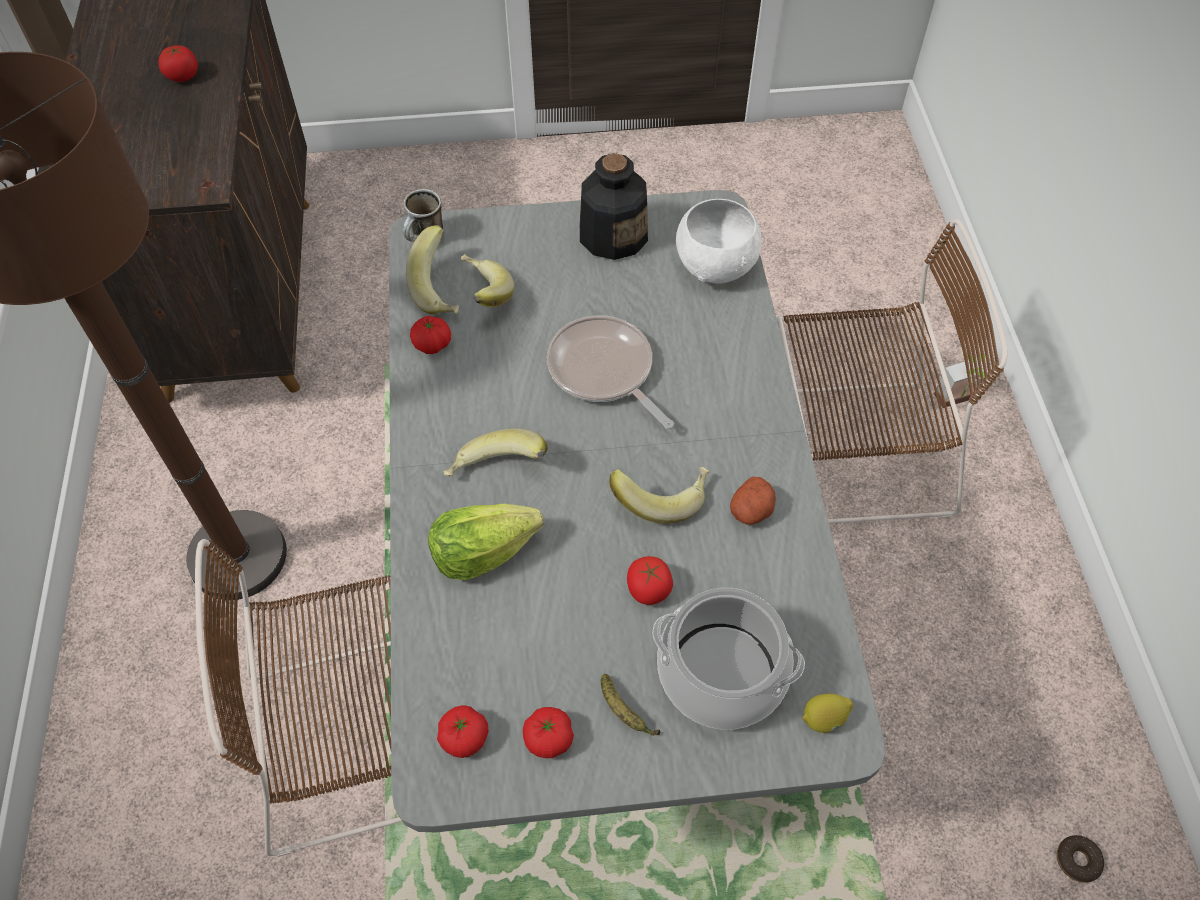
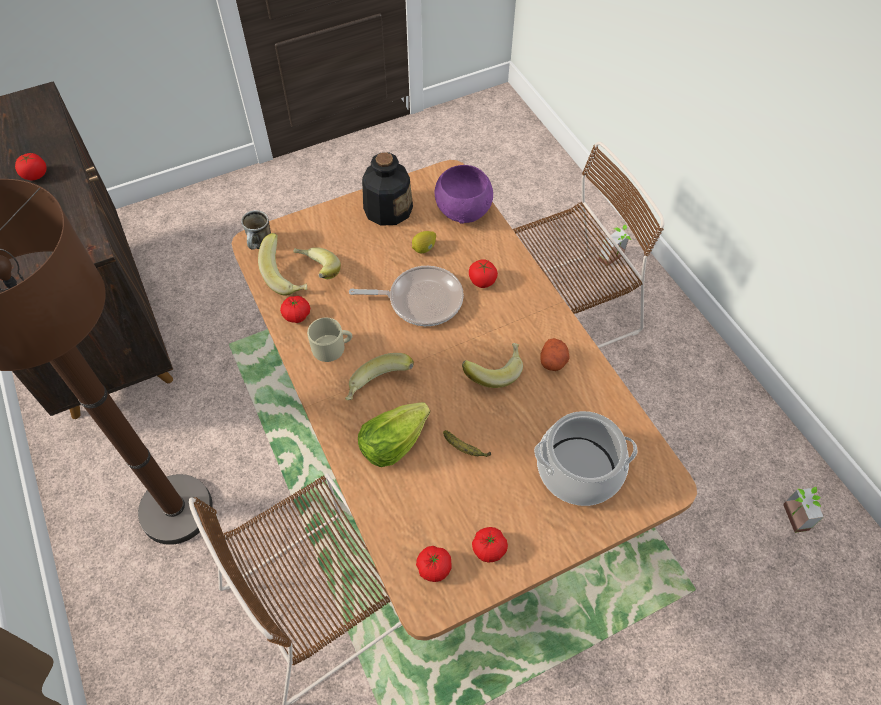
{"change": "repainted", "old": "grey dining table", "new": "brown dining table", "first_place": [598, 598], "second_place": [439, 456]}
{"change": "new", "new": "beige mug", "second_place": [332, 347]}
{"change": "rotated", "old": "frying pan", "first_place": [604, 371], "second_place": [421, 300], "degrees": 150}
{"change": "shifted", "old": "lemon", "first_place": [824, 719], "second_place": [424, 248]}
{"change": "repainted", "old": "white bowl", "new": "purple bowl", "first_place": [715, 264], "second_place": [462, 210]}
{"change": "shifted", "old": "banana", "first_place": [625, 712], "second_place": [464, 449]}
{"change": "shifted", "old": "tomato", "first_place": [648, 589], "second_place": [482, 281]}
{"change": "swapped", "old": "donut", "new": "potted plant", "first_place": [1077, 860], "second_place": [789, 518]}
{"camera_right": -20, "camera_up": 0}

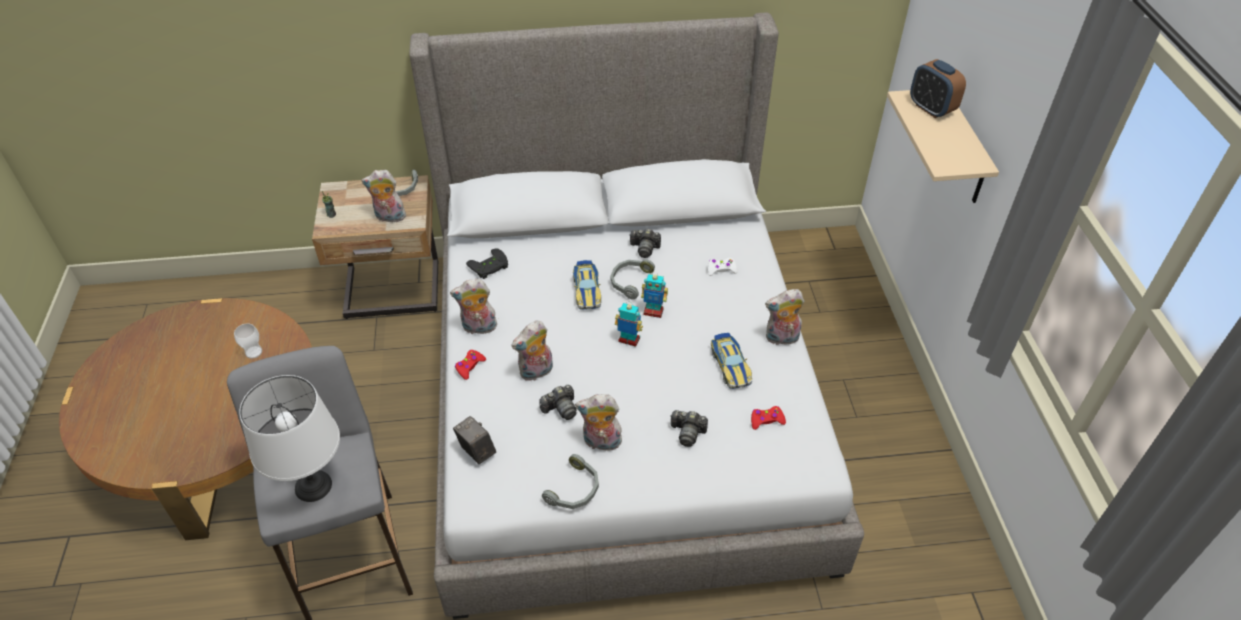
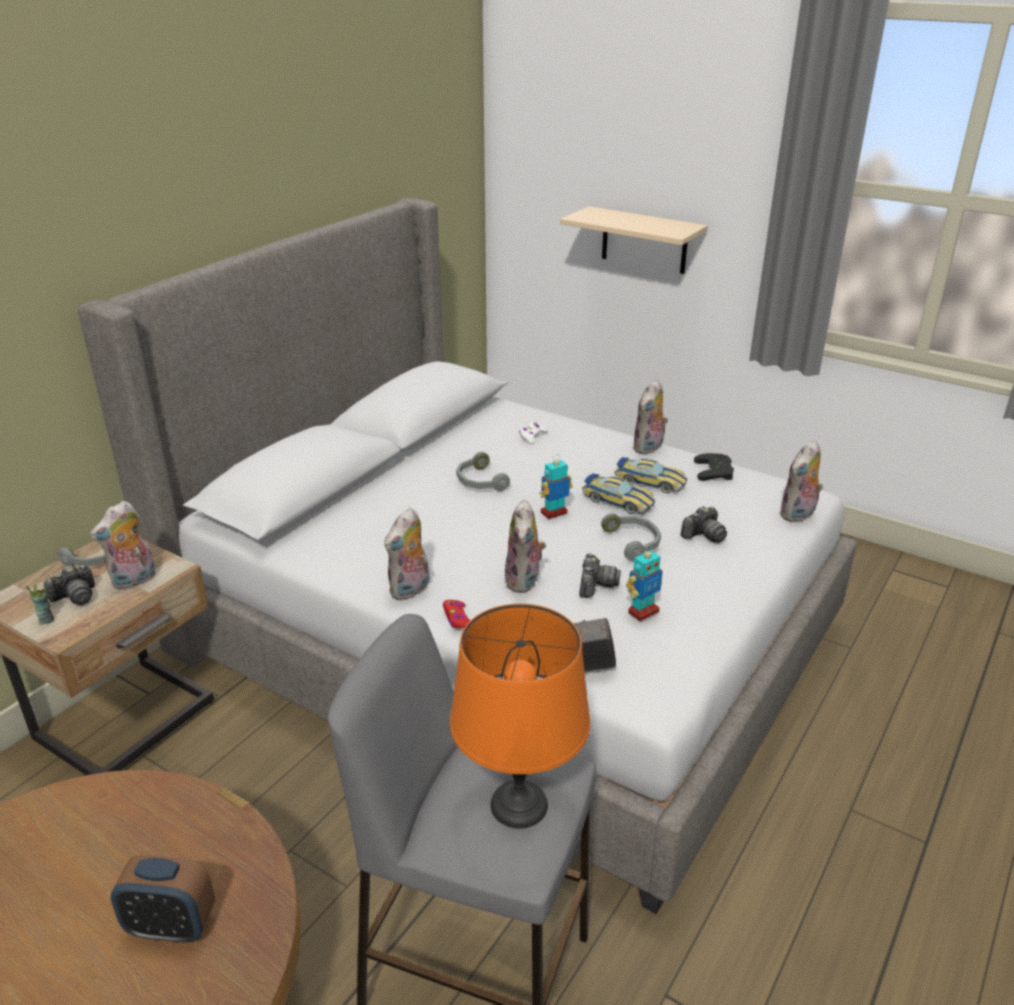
{"change": "shifted", "old": "photo camera", "first_place": [645, 248], "second_place": [75, 596]}
{"change": "shifted", "old": "alarm clock", "first_place": [931, 109], "second_place": [171, 926]}
{"change": "repainted", "old": "white table lamp", "new": "orange table lamp", "first_place": [314, 486], "second_place": [519, 803]}
{"change": "shifted", "old": "toy car", "first_place": [587, 290], "second_place": [618, 500]}
{"change": "shifted", "old": "grey headphones", "first_place": [575, 490], "second_place": [634, 542]}
{"change": "shifted", "old": "toy robot", "first_place": [653, 311], "second_place": [643, 612]}
{"change": "shifted", "old": "black game controller", "first_place": [489, 267], "second_place": [716, 471]}
{"change": "shifted", "old": "plush toy", "first_place": [601, 443], "second_place": [798, 515]}
{"change": "gone", "old": "cup", "first_place": [253, 352]}
{"change": "gone", "old": "red game controller", "first_place": [766, 420]}
{"camera_right": -50, "camera_up": -15}

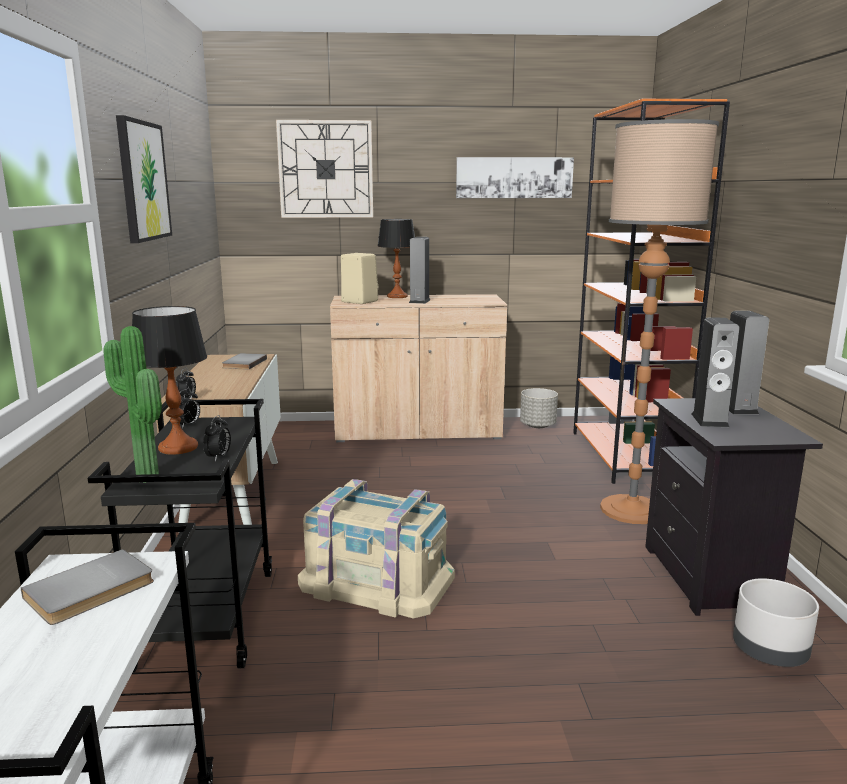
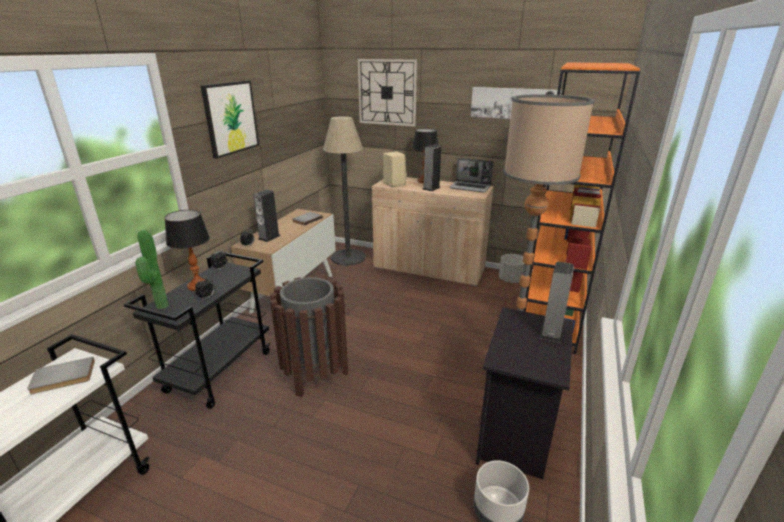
{"change": "shifted", "old": "speaker", "first_place": [709, 420], "second_place": [269, 237]}
{"change": "swapped", "old": "beige storage box", "new": "brown trash can", "first_place": [377, 580], "second_place": [315, 374]}
{"change": "new", "new": "floor lamp", "second_place": [348, 257]}
{"change": "new", "new": "laptop", "second_place": [470, 187]}
{"camera_right": 25, "camera_up": 10}

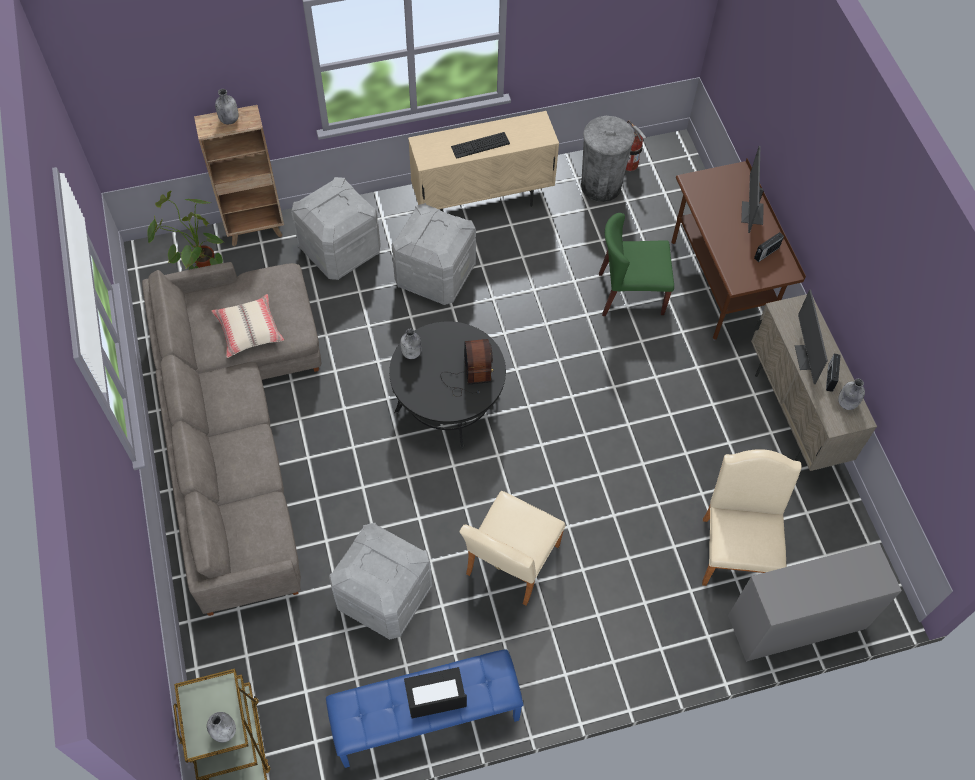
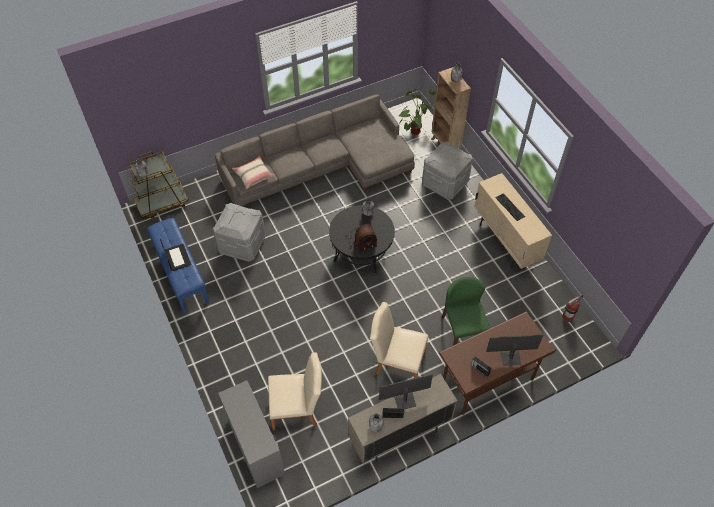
{"change": "shifted", "old": "beige pillow", "first_place": [249, 330], "second_place": [253, 175]}
{"change": "shifted", "old": "beige chair", "first_place": [509, 565], "second_place": [396, 361]}
{"change": "gone", "old": "grey storage box", "first_place": [435, 274]}
{"change": "gone", "old": "grey trash can", "first_place": [601, 186]}
{"camera_right": 80, "camera_up": -5}

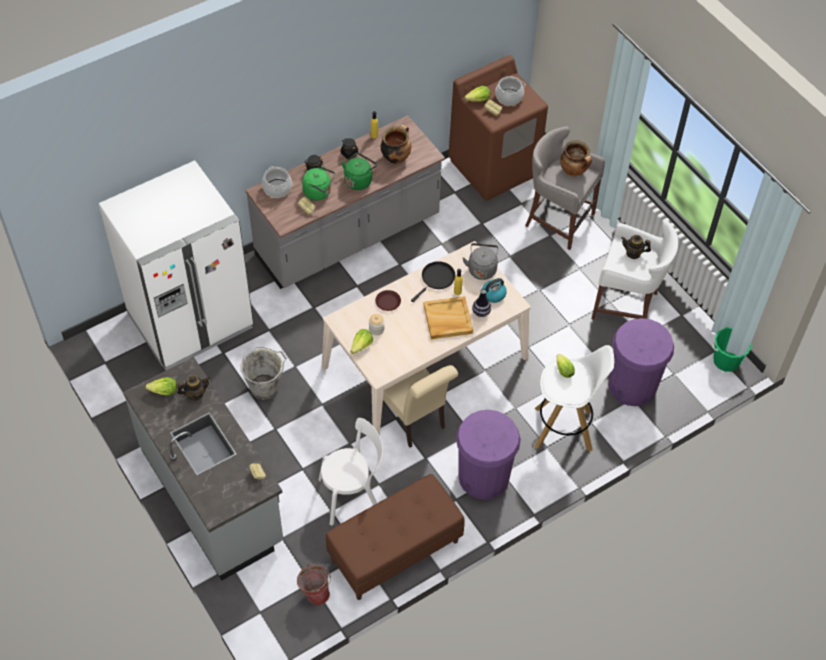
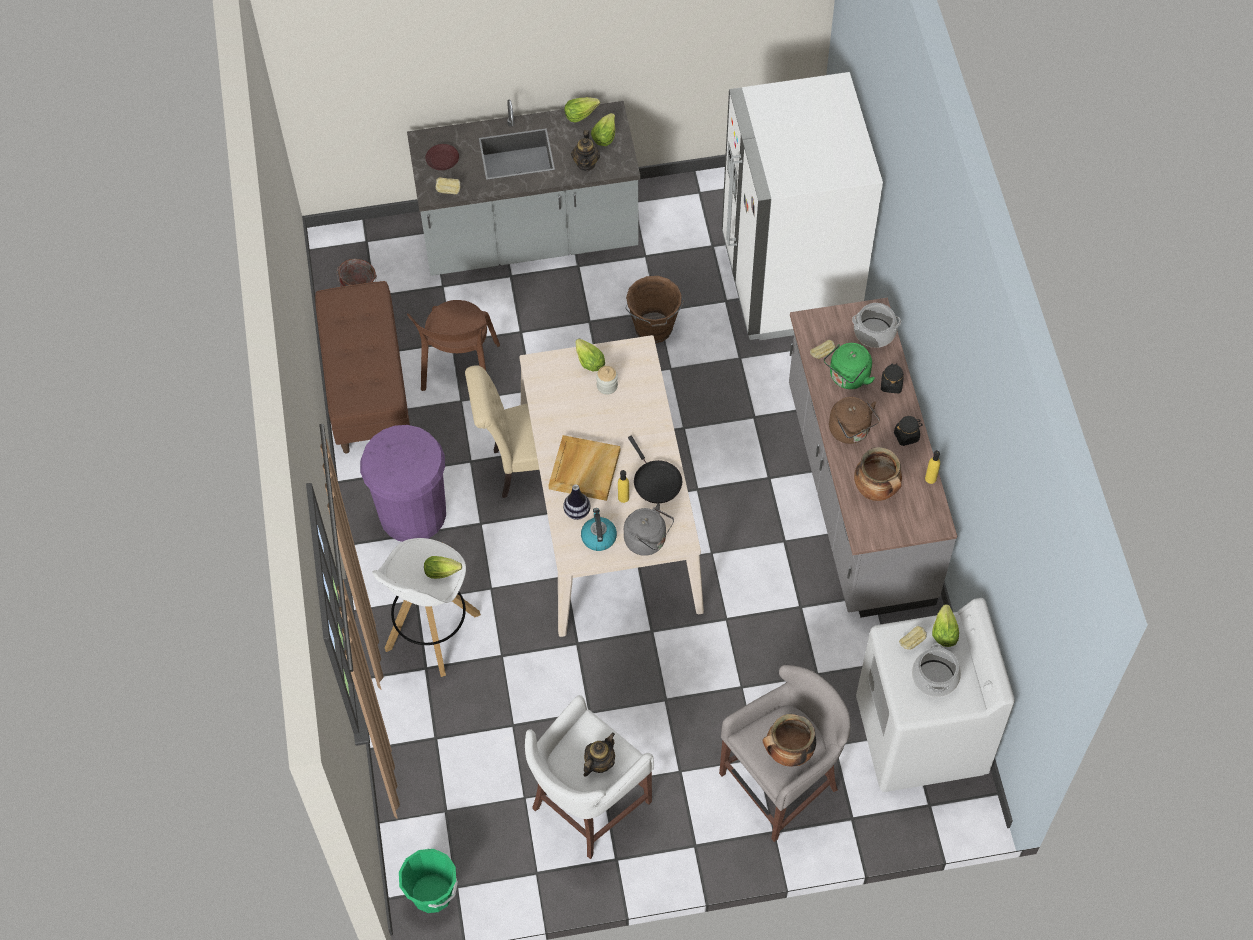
{"change": "repainted", "old": "white chair", "new": "brown chair", "first_place": [353, 495], "second_place": [459, 370]}
{"change": "shifted", "old": "brown plate", "first_place": [388, 302], "second_place": [443, 160]}
{"change": "new", "new": "lettuce", "second_place": [580, 114]}
{"change": "repainted", "old": "grey bucket", "new": "brown bucket", "first_place": [265, 387], "second_place": [654, 329]}
{"change": "repainted", "old": "green kettle", "new": "brown kettle", "first_place": [359, 180], "second_place": [851, 431]}
{"change": "repainted", "old": "brown washing machine", "new": "white washing machine", "first_place": [494, 167], "second_place": [921, 736]}
{"change": "gone", "old": "purple trash can", "first_place": [632, 385]}
{"camera_right": 115, "camera_up": 5}

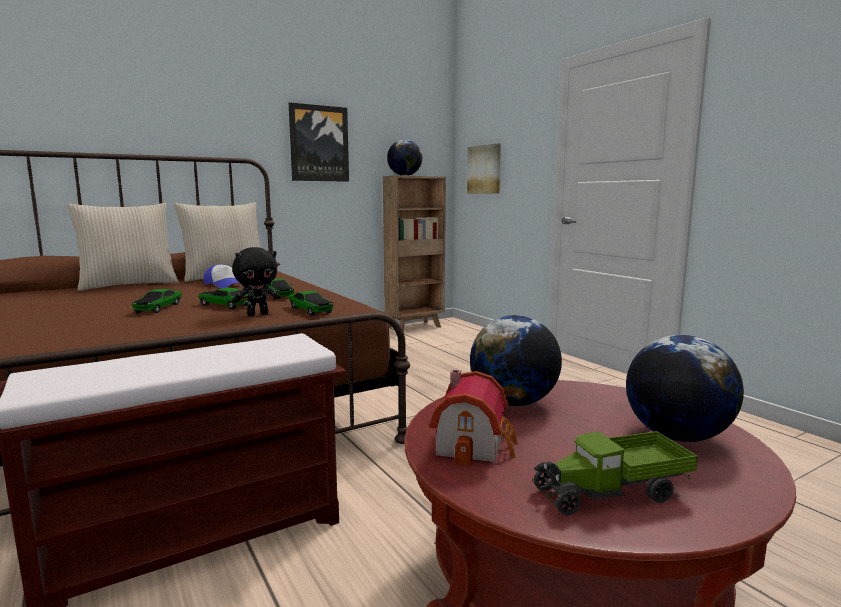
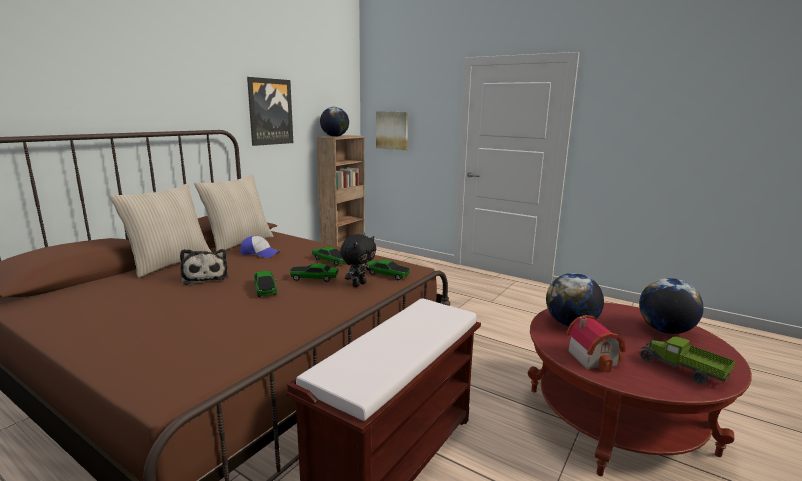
{"change": "new", "new": "plush toy", "second_place": [205, 277]}
{"change": "rotated", "old": "toy truck", "first_place": [612, 492], "second_place": [682, 370], "degrees": 90}
{"camera_right": -25, "camera_up": 5}

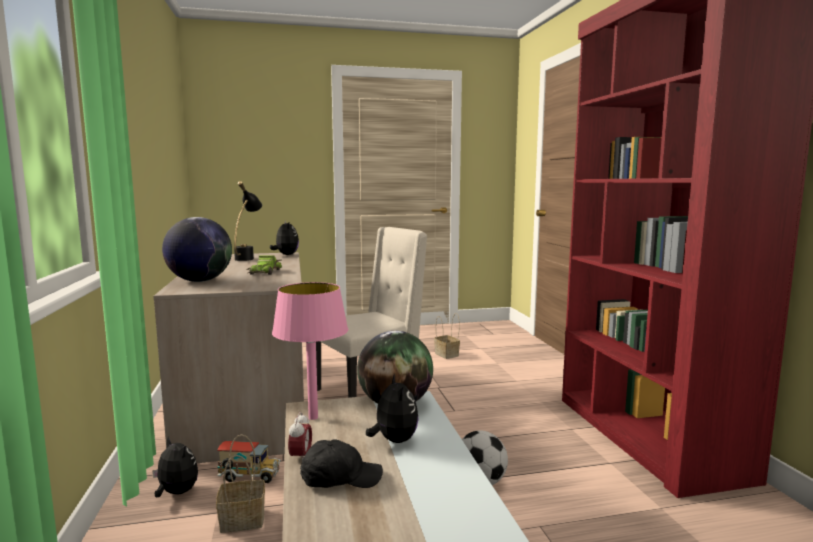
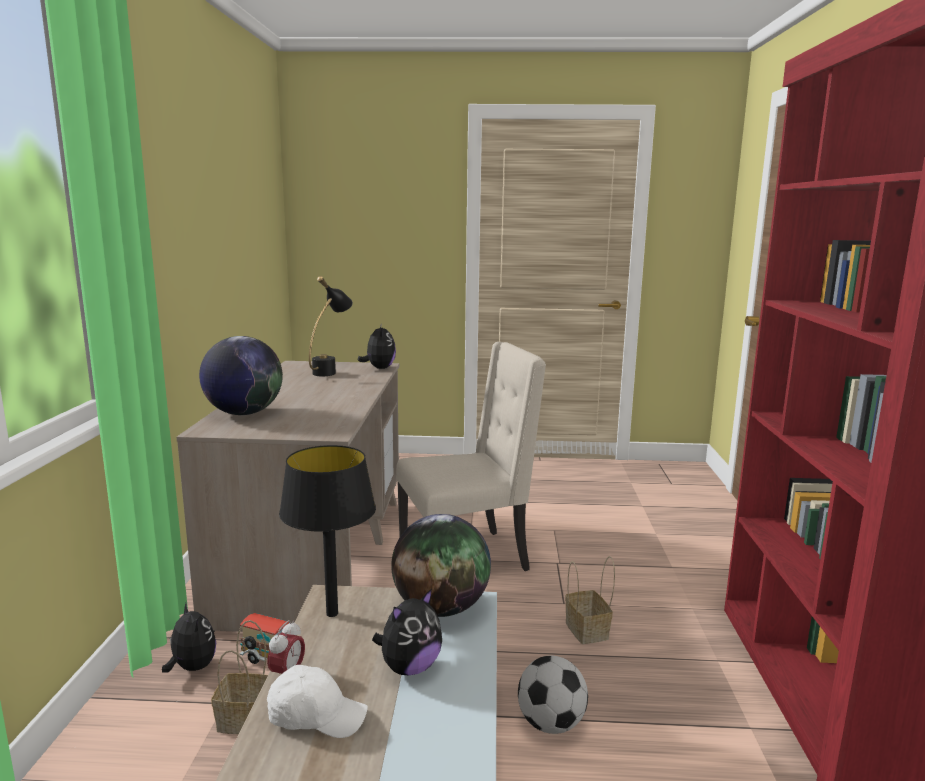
{"change": "repainted", "old": "black cap", "new": "white cap", "first_place": [340, 478], "second_place": [316, 716]}
{"change": "repainted", "old": "pink table lamp", "new": "black table lamp", "first_place": [313, 418], "second_place": [331, 613]}
{"change": "rotated", "old": "plush toy", "first_place": [394, 440], "second_place": [409, 667], "degrees": 45}
{"change": "shifted", "old": "basket", "first_place": [447, 354], "second_place": [588, 631]}
{"change": "gone", "old": "toy car", "first_place": [265, 272]}
{"camera_right": 15, "camera_up": 5}

